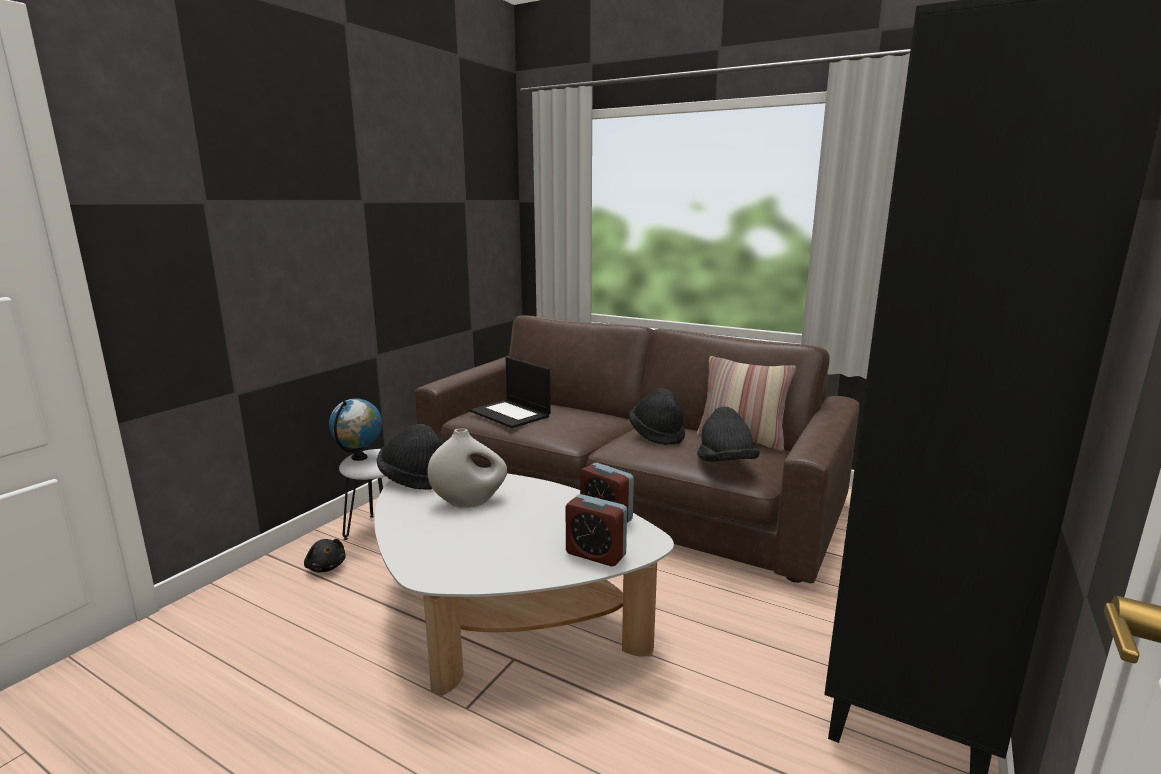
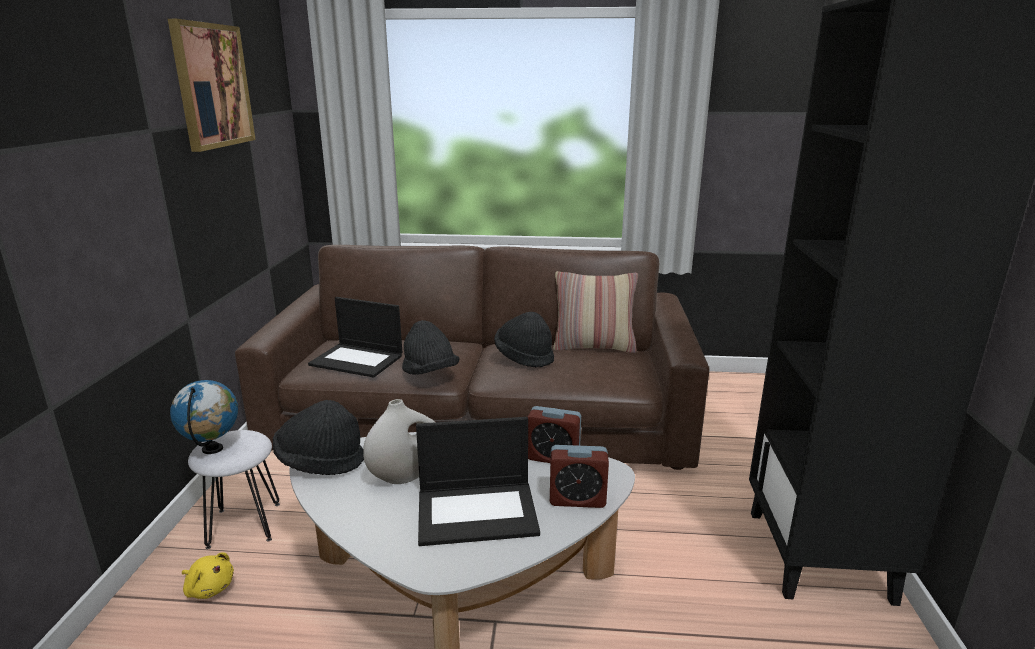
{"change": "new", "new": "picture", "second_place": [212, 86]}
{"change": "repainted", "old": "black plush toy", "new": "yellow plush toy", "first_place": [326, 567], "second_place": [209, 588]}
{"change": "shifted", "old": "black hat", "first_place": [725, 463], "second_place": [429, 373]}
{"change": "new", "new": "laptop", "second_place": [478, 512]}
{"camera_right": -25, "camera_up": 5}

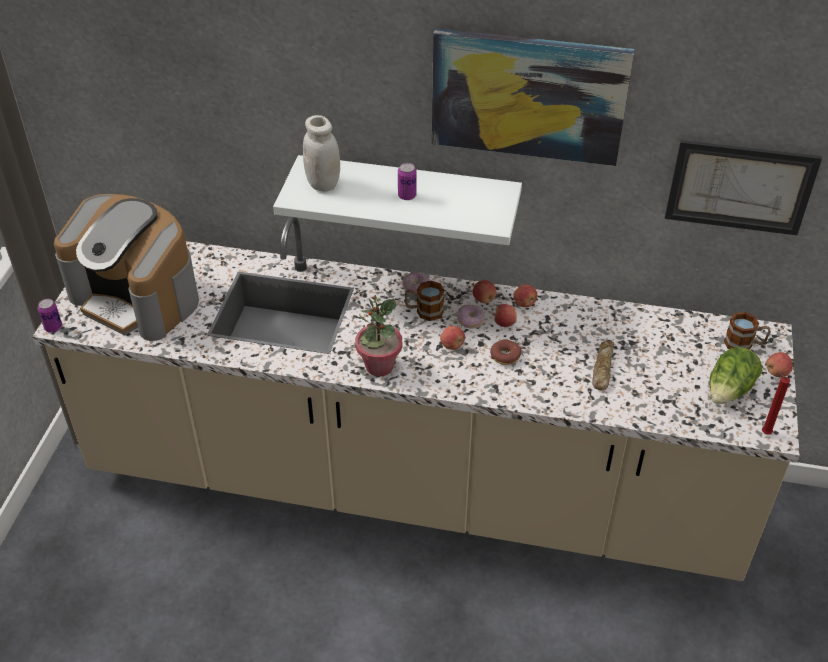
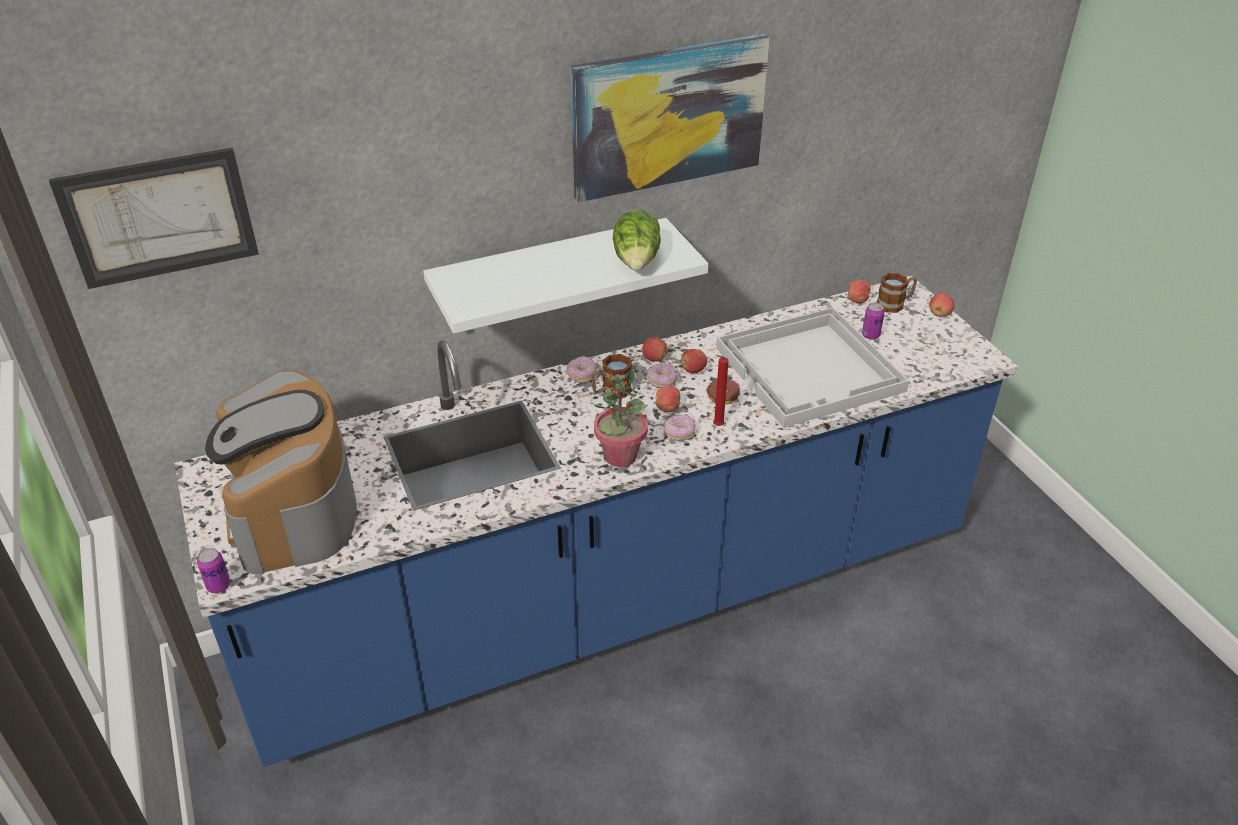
{"change": "shifted", "old": "picture", "first_place": [740, 187], "second_place": [159, 217]}
{"change": "repainted", "old": "beige counter", "new": "blue counter", "first_place": [414, 486], "second_place": [619, 602]}
{"change": "rotated", "old": "coffee machine", "first_place": [137, 297], "second_place": [292, 510], "degrees": 75}
{"change": "shifted", "old": "lettuce", "first_place": [729, 390], "second_place": [637, 261]}
{"change": "new", "new": "donut", "second_place": [679, 434]}
{"change": "shifted", "old": "red candle", "first_place": [764, 433], "second_place": [716, 426]}
{"change": "swapped", "old": "bread", "new": "white tray", "first_place": [602, 368], "second_place": [811, 369]}
{"change": "shifted", "old": "apple", "first_place": [524, 303], "second_place": [857, 300]}
{"change": "shifted", "old": "can", "first_place": [407, 196], "second_place": [870, 335]}
{"change": "gone", "old": "white jar", "first_place": [323, 184]}
{"camera_right": -35, "camera_up": -5}

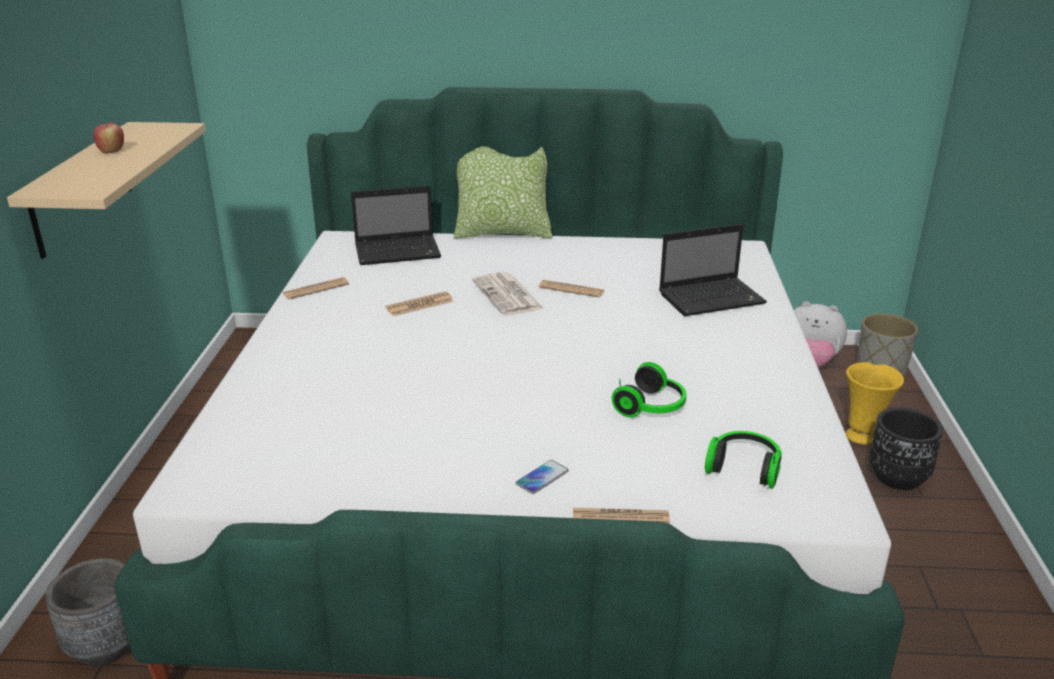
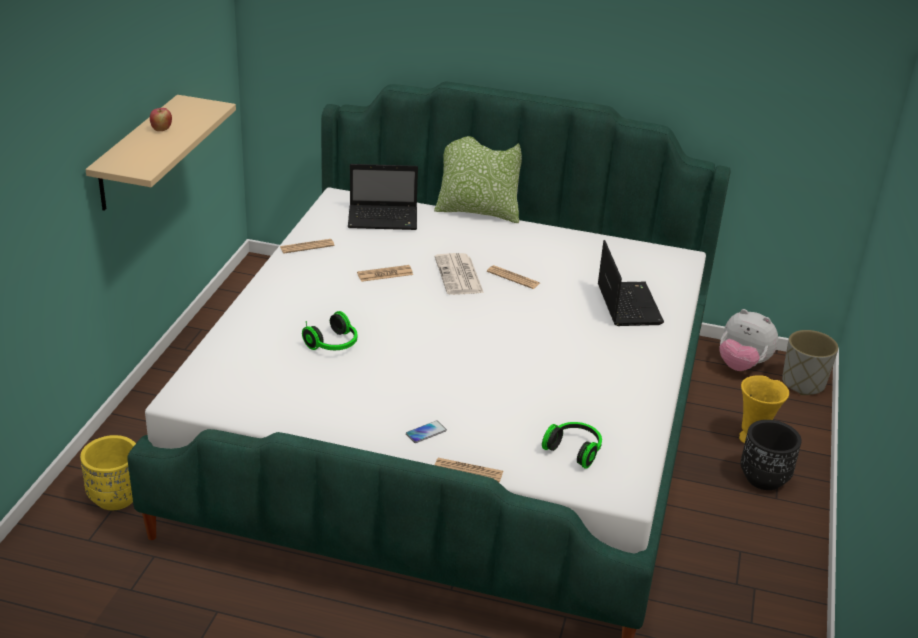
{"change": "repainted", "old": "grey planter", "new": "yellow planter", "first_place": [106, 645], "second_place": [115, 497]}
{"change": "shifted", "old": "headphones", "first_place": [652, 407], "second_place": [334, 345]}
{"change": "rotated", "old": "laptop", "first_place": [713, 298], "second_place": [627, 304], "degrees": -90}
{"camera_right": 10, "camera_up": 5}

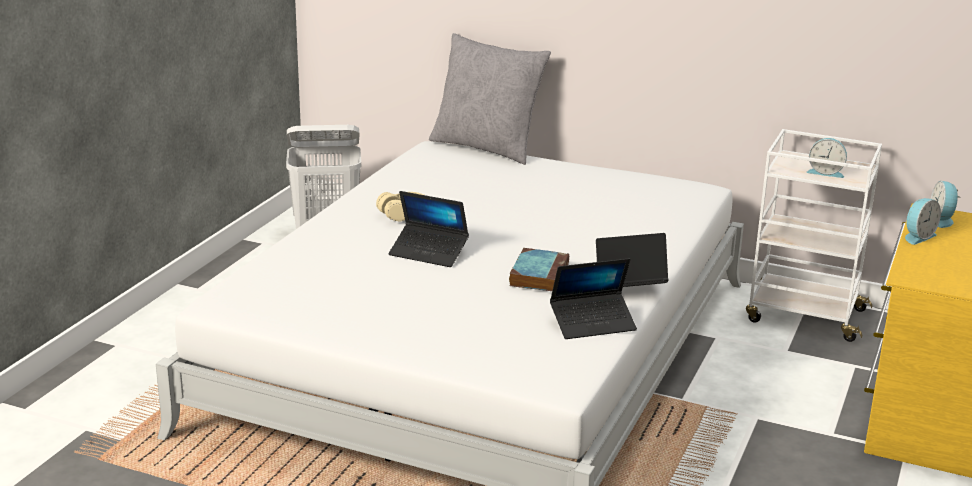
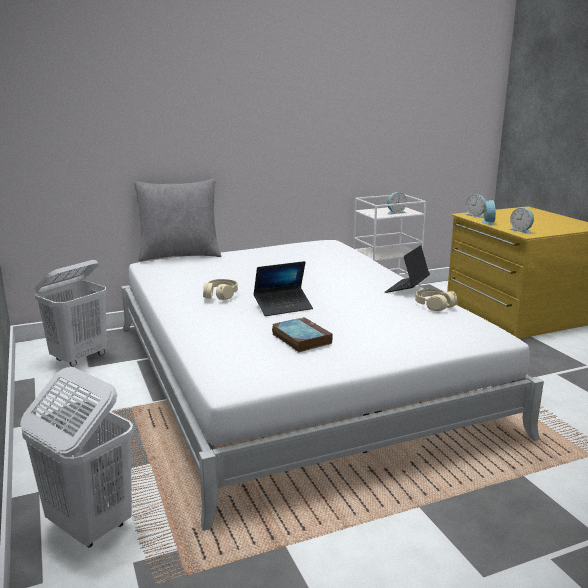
{"change": "new", "new": "white laundry basket", "second_place": [89, 525]}
{"change": "shifted", "old": "book", "first_place": [539, 274], "second_place": [300, 338]}
{"change": "swapped", "old": "laptop", "new": "beige headphones", "first_place": [592, 323], "second_place": [434, 306]}
{"change": "new", "new": "alarm clock", "second_place": [521, 230]}
{"camera_right": -45, "camera_up": -5}

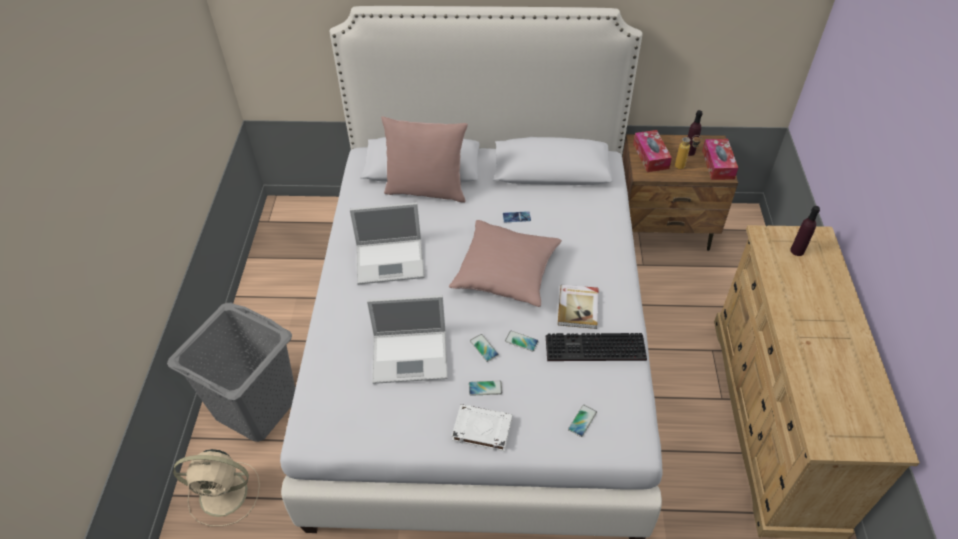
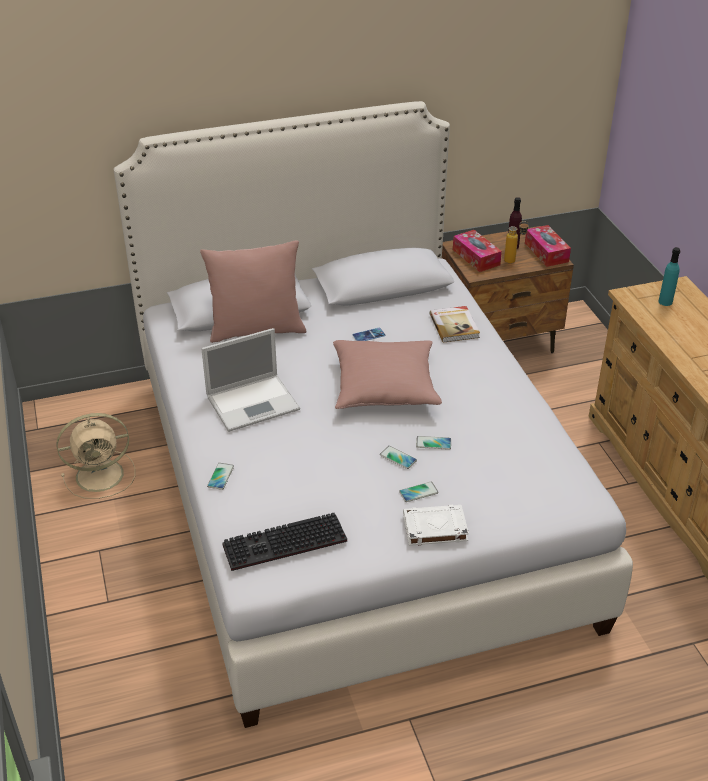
{"change": "shifted", "old": "beige fan", "first_place": [225, 494], "second_place": [102, 475]}
{"change": "shifted", "old": "phone", "first_place": [582, 421], "second_place": [220, 476]}
{"change": "shifted", "old": "keyboard", "first_place": [593, 350], "second_place": [283, 546]}
{"change": "shifted", "old": "book", "first_place": [579, 307], "second_place": [455, 326]}
{"change": "repainted", "old": "purple bottle", "new": "turquoise bottle", "first_place": [797, 251], "second_place": [665, 302]}
{"change": "gone", "old": "grey laundry basket", "first_place": [255, 407]}
{"change": "gone", "old": "laptop", "first_place": [411, 356]}
{"camera_right": -20, "camera_up": -10}

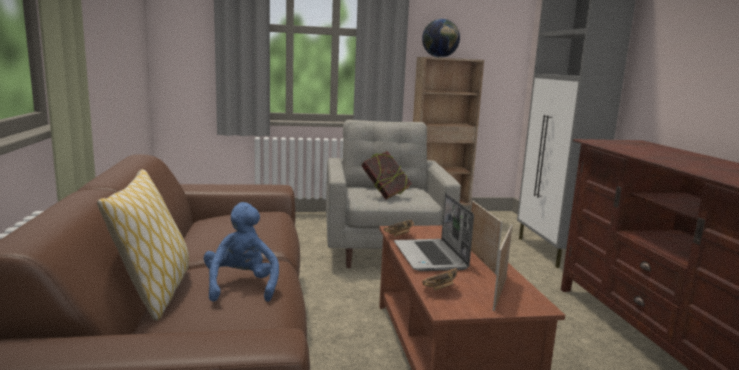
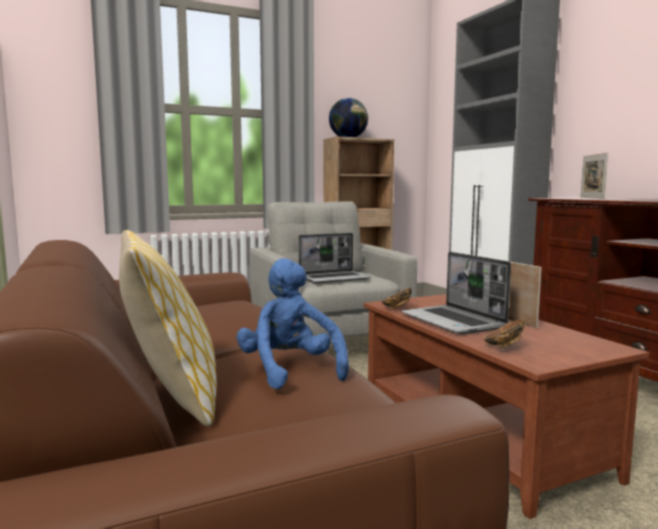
{"change": "swapped", "old": "book", "new": "laptop", "first_place": [385, 195], "second_place": [334, 278]}
{"change": "shifted", "old": "picture frame", "first_place": [499, 293], "second_place": [592, 198]}
{"camera_right": -15, "camera_up": -5}

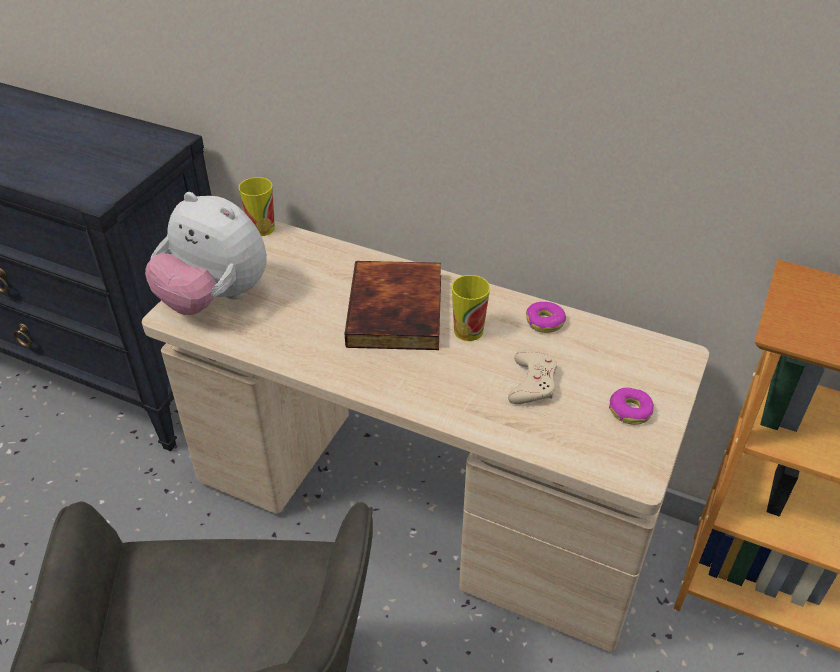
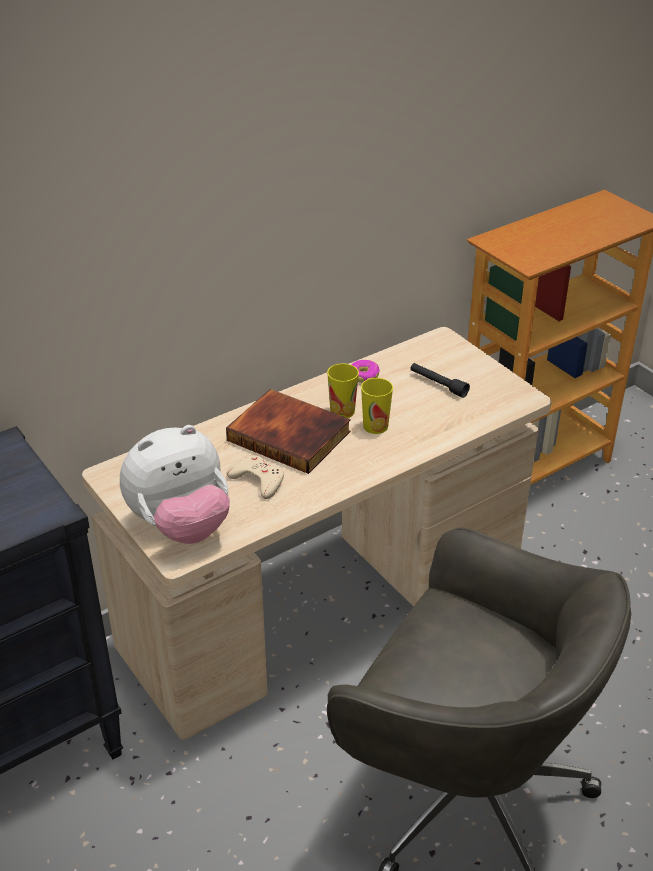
{"change": "shifted", "old": "beige game controller", "first_place": [532, 382], "second_place": [258, 480]}
{"change": "shifted", "old": "cup", "first_place": [261, 228], "second_place": [375, 426]}
{"change": "new", "new": "black flashlight", "second_place": [438, 384]}
{"change": "gone", "old": "donut", "first_place": [630, 410]}
{"camera_right": -60, "camera_up": -5}

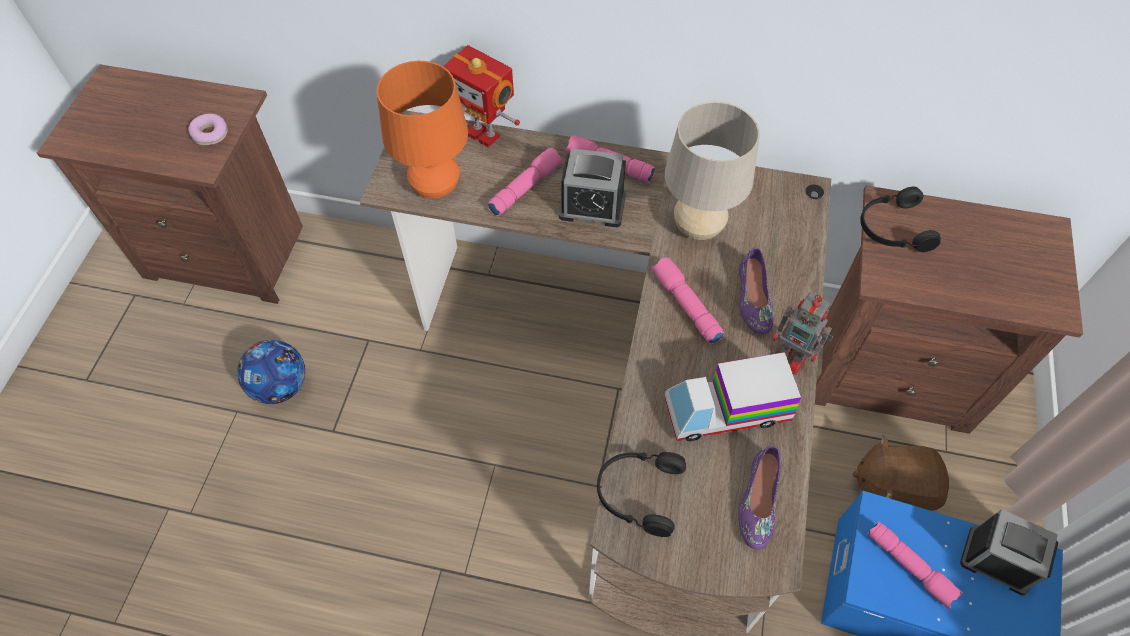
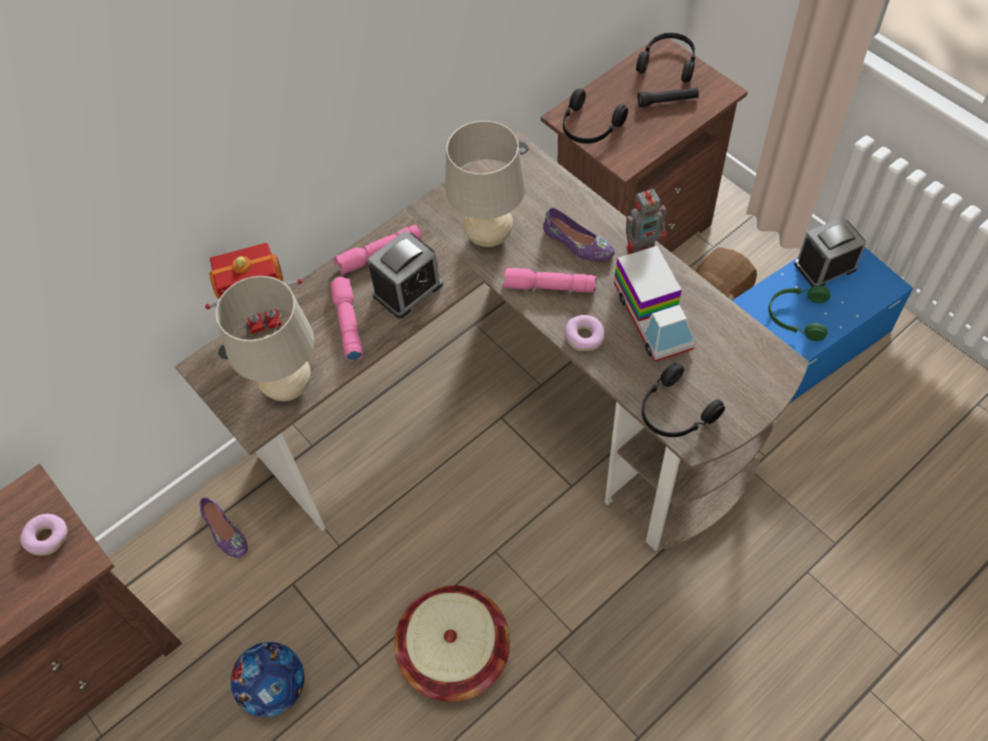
{"change": "shifted", "old": "purple shoe", "first_place": [758, 501], "second_place": [224, 532]}
{"change": "repainted", "old": "orange table lamp", "new": "beige table lamp", "first_place": [436, 188], "second_place": [288, 386]}
{"change": "new", "new": "basket", "second_place": [454, 652]}
{"change": "new", "new": "donut", "second_place": [584, 337]}
{"change": "rotated", "old": "toy truck", "first_place": [726, 410], "second_place": [652, 318], "degrees": -45}
{"change": "new", "new": "black headphones", "second_place": [668, 63]}
{"change": "new", "new": "black flashlight", "second_place": [667, 101]}
{"change": "swapped", "old": "pink flashlight", "new": "green headphones", "first_place": [911, 566], "second_place": [796, 316]}
{"camera_right": -50, "camera_up": 0}

